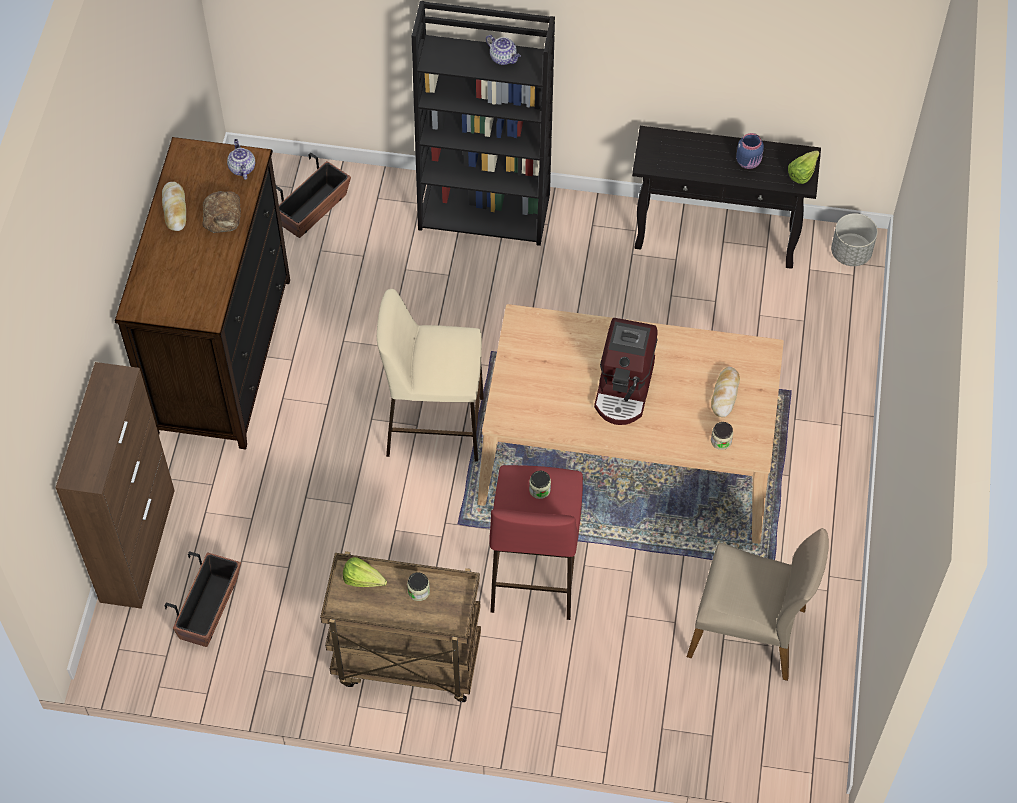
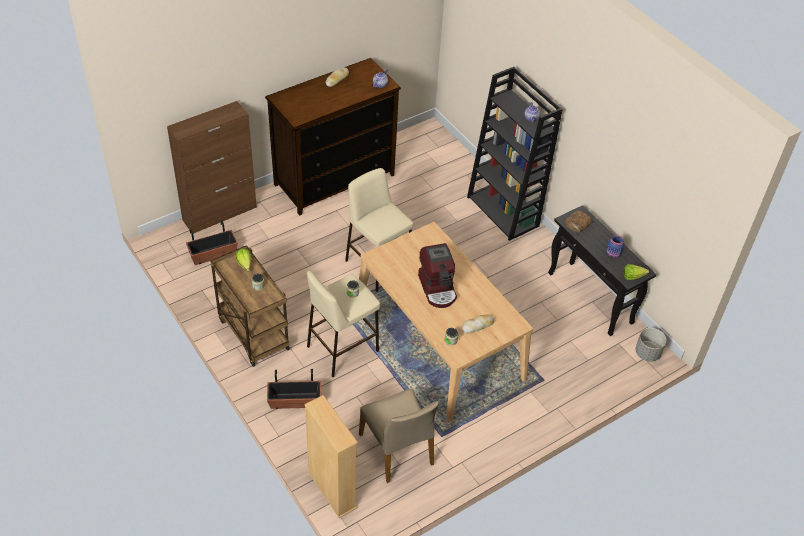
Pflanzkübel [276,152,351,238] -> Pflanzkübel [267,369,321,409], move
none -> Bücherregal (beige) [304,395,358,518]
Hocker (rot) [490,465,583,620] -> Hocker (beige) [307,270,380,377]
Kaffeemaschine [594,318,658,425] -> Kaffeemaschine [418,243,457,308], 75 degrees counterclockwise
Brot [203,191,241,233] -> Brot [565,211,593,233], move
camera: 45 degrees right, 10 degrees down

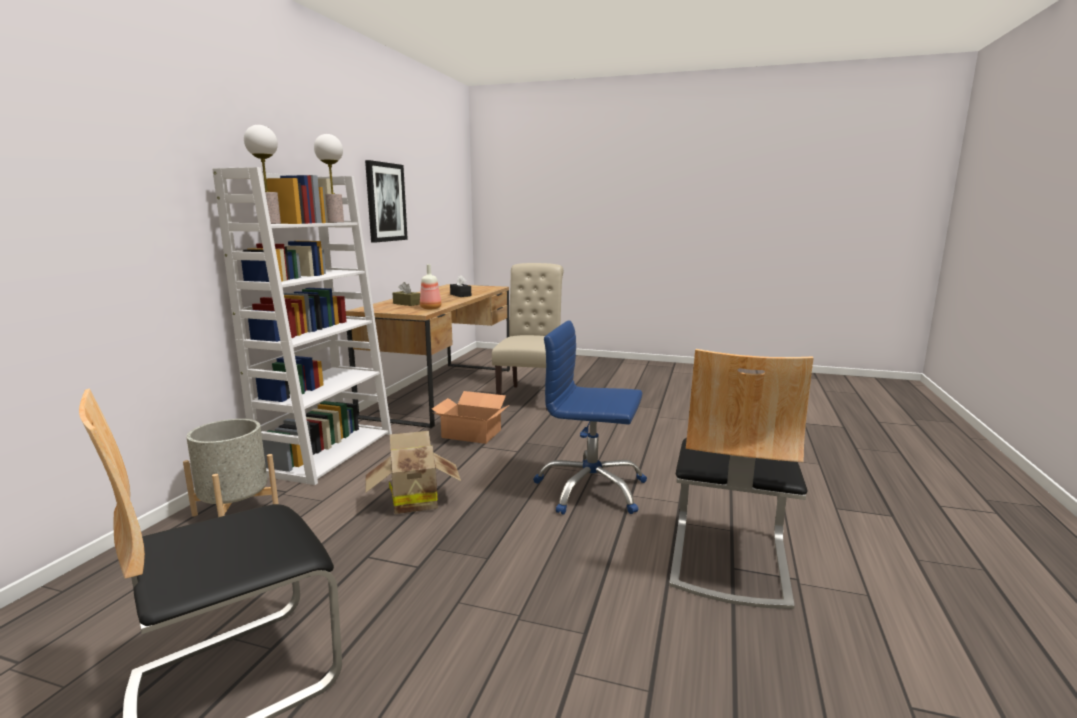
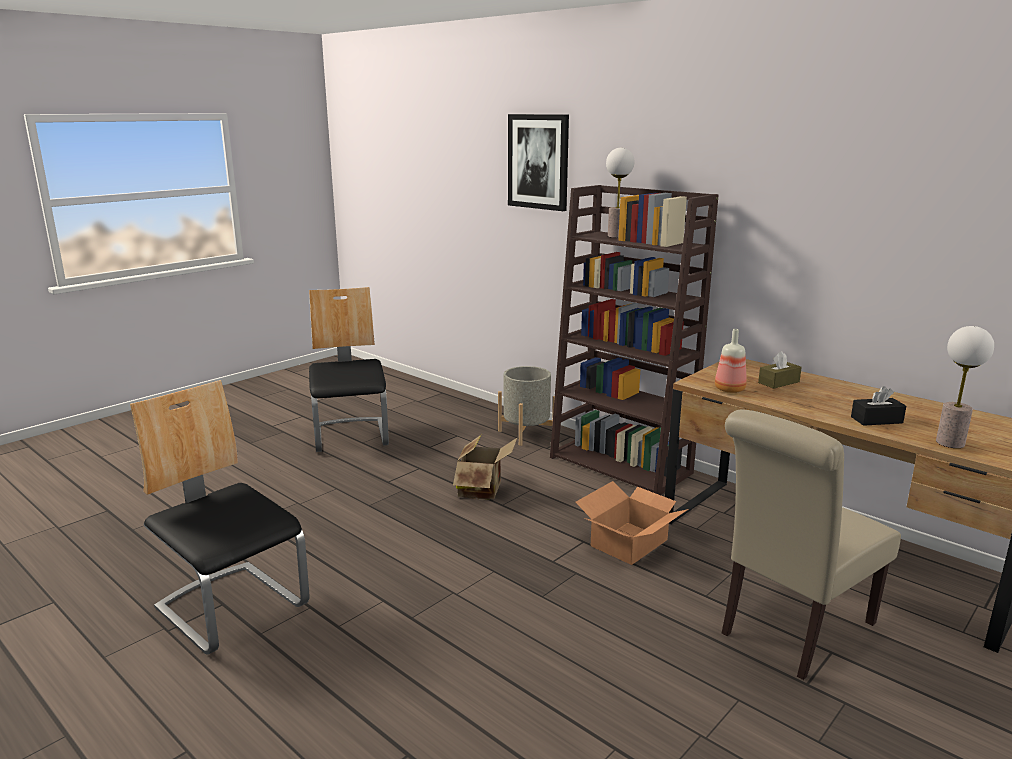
Bild [365,160,408,243] -> Bild [508,114,569,211], move
Bücherregal (weiß) [212,167,392,485] -> Bücherregal (braun) [550,185,719,495]
Stuhl (beige) [492,263,563,411] -> Stuhl (beige) [722,409,901,680], 105 degrees clockwise
Tischlampe [314,134,344,223] -> Tischlampe [936,326,994,448], move
Bürostuhl (blau) [534,321,647,515] -> none
camera: 115 degrees right, 5 degrees up

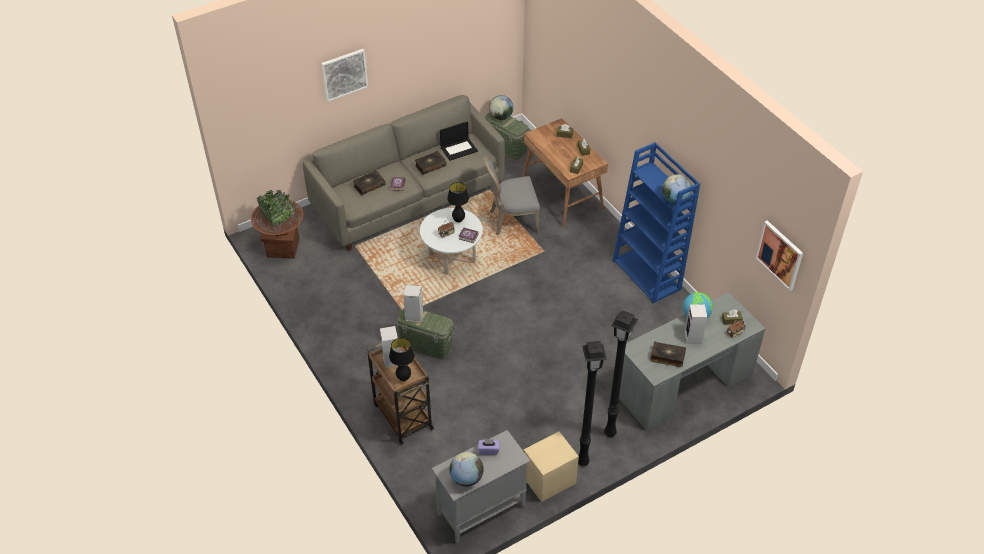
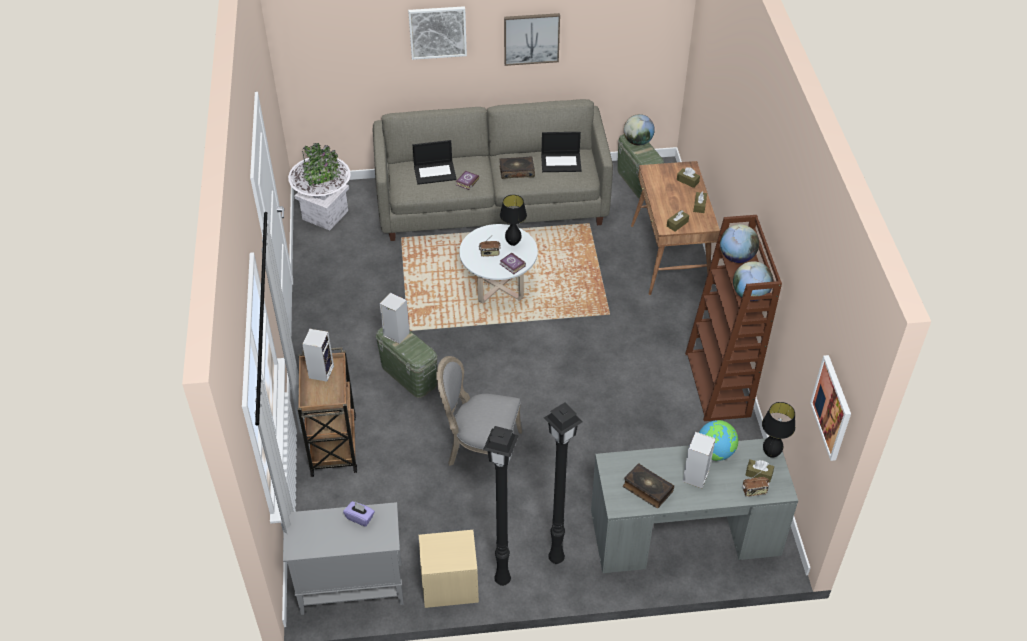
Pflanzkübel (braun) [251,190,303,259] -> Pflanzkübel (weiß) [288,143,351,231]
Buch [353,170,386,195] -> Laptop [413,140,457,185]
Stuhl (grau) [484,156,540,236] -> Stuhl (grau) [436,356,522,481], move
none -> Bild [504,13,560,66]
Bücherregal (blau) [613,142,700,304] -> Bücherregal (braun) [685,215,782,421]
Globus [450,452,484,487] -> Globus [720,224,759,263], move
Tischlampe (schwarz) [389,338,415,381] -> Tischlampe (schwarz) [762,402,795,458], move
camera: 25 degrees right, 0 degrees up

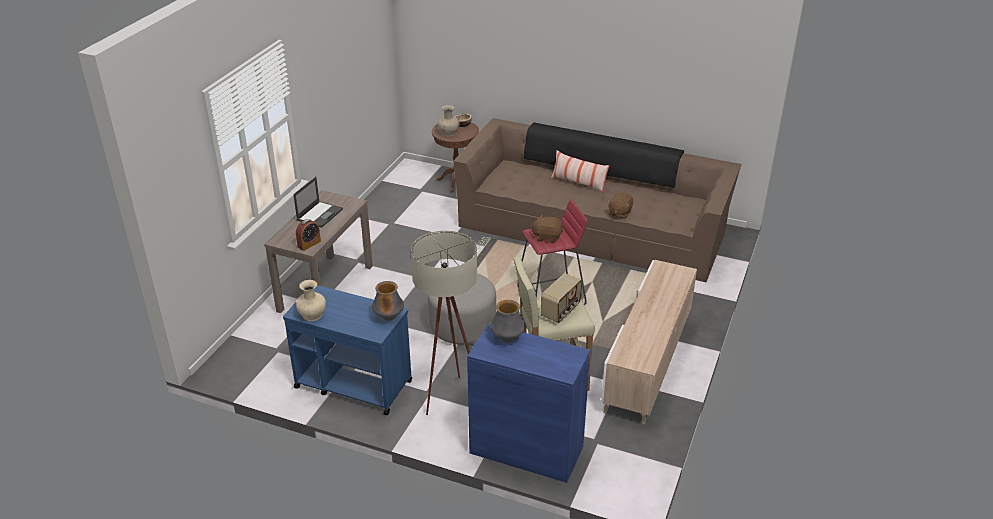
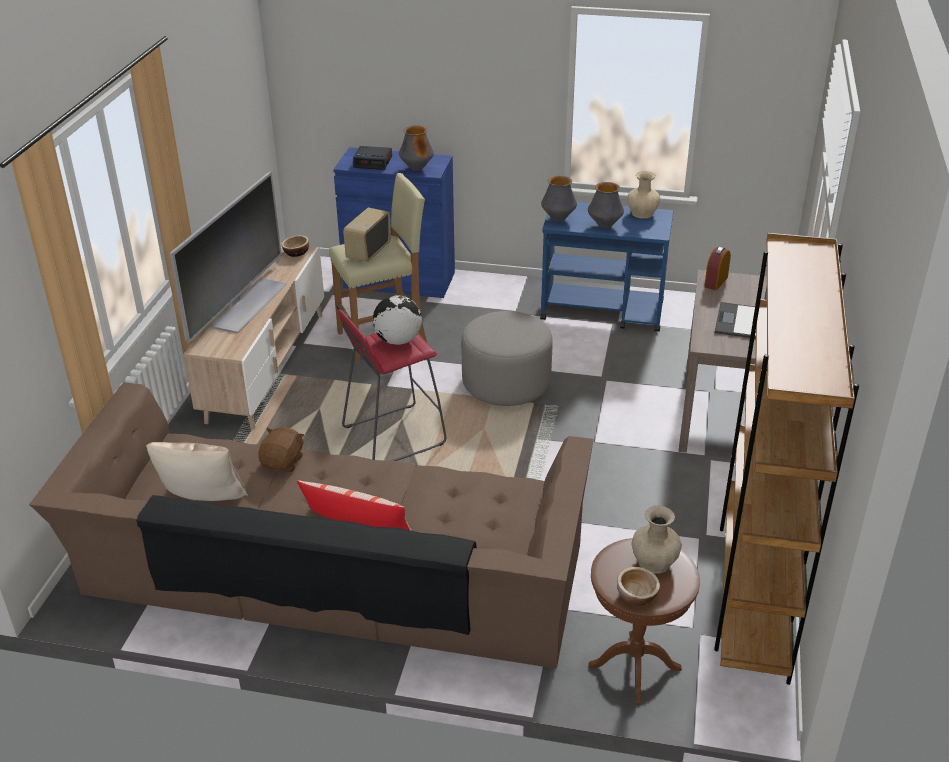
none -> Kissen (beige) [146,442,248,501]
none -> Fernseher [170,171,287,343]
none -> Schüssel [281,235,309,257]
none -> Wecker [353,146,392,170]
Plüschtier (braun) [530,215,563,243] -> Globus [373,295,422,345]
none -> Vase [588,182,624,229]
none -> Bücherregal (braun) [714,233,859,685]
Stehlampe (beige) [411,231,477,415] -> none
camera: 170 degrees right, 0 degrees up

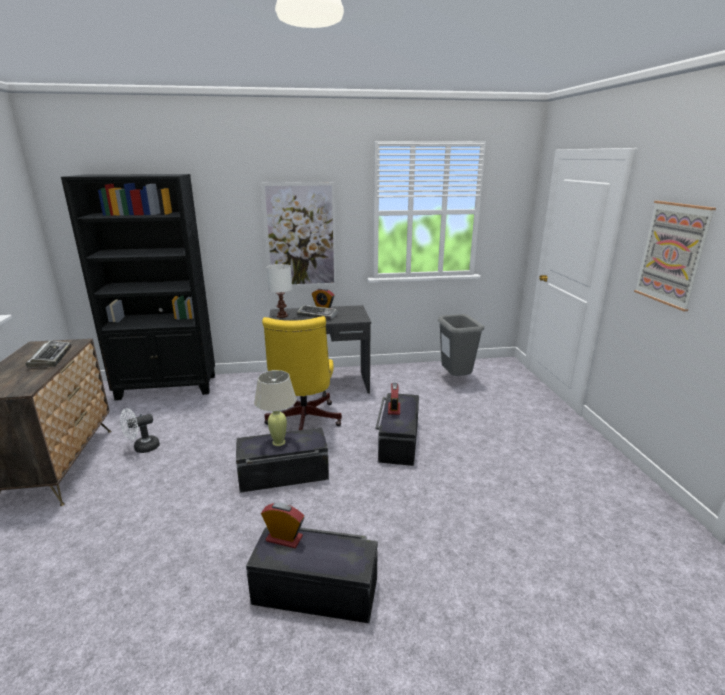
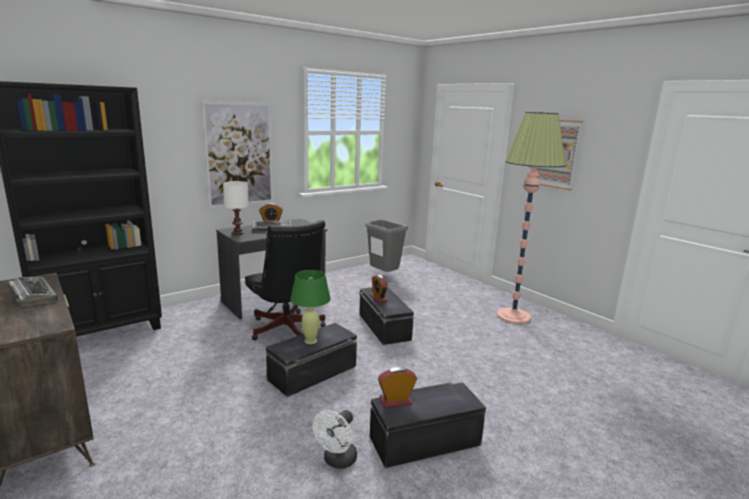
Bürostuhl (gelb) [262,316,342,430] -> Bürostuhl (schwarz) [245,220,326,340]
Tischlampe (beige) [254,370,297,446] -> Tischlampe (grün) [290,270,331,344]
Ventilator (weiß) [120,408,160,453] -> Ventilator (weiß) [313,410,357,469], move
none -> Stehlampe [497,112,566,324]
camera: 30 degrees left, 5 degrees down

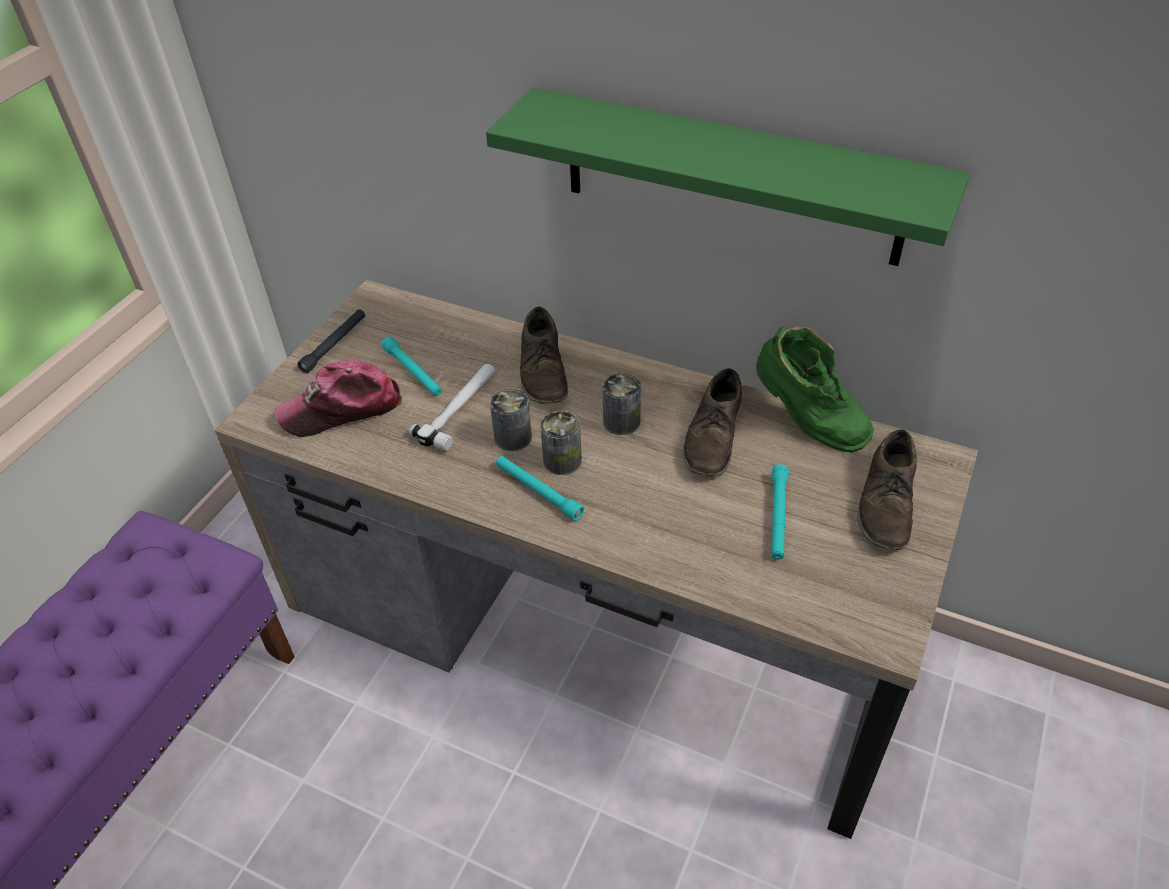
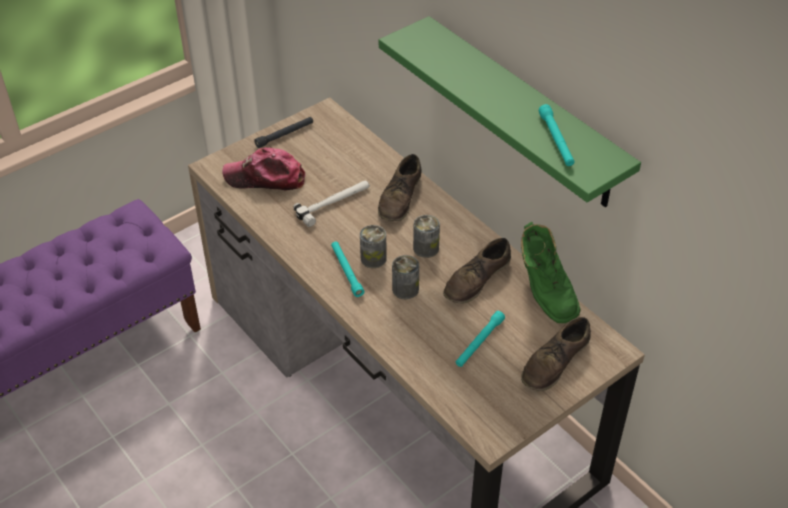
Dose [490,388,532,451] -> Dose [392,255,419,299], move
Taschenlampe (türkis) [381,337,442,396] -> Taschenlampe (türkis) [539,104,575,166], move
camera: 25 degrees right, 0 degrees up

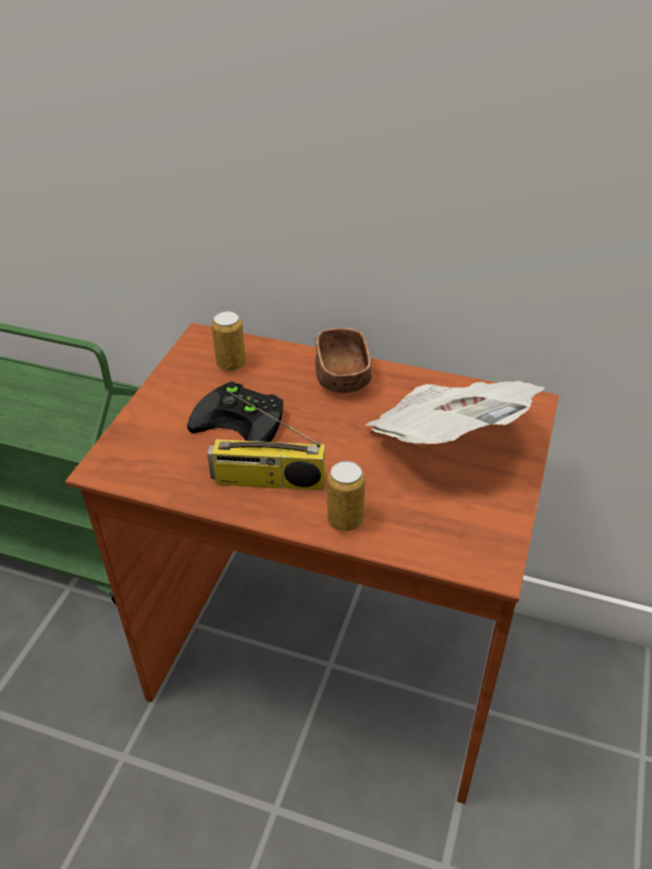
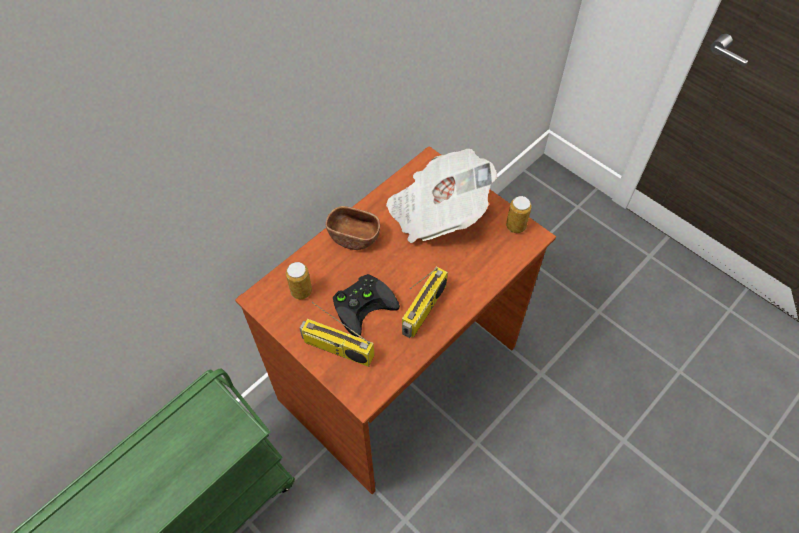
none -> Radio [300,302,374,367]
Dose [327,461,365,531] -> Dose [506,196,532,233], move
camera: 65 degrees left, 15 degrees up

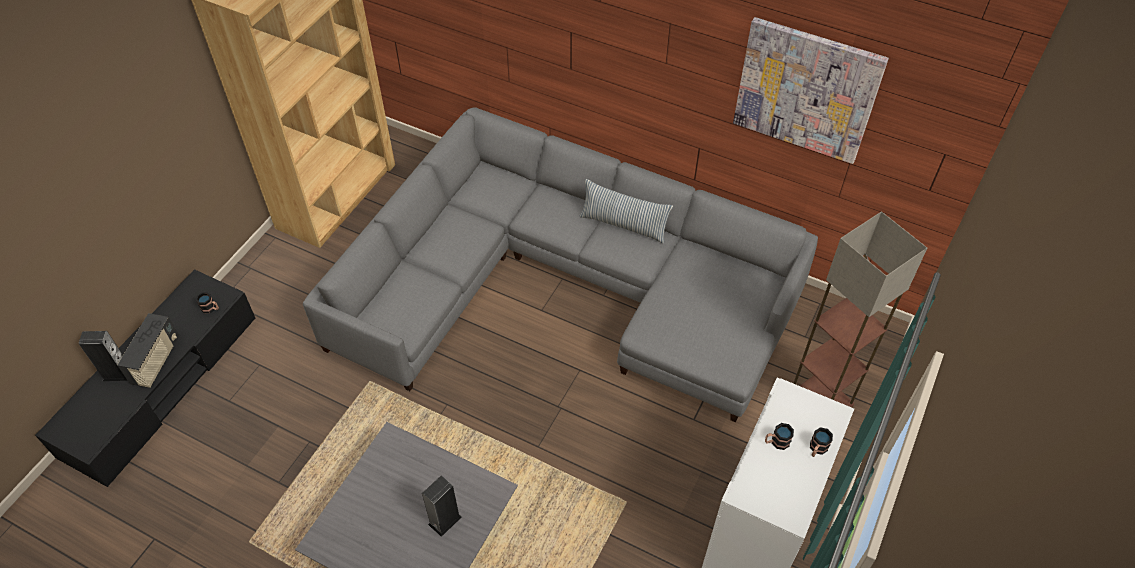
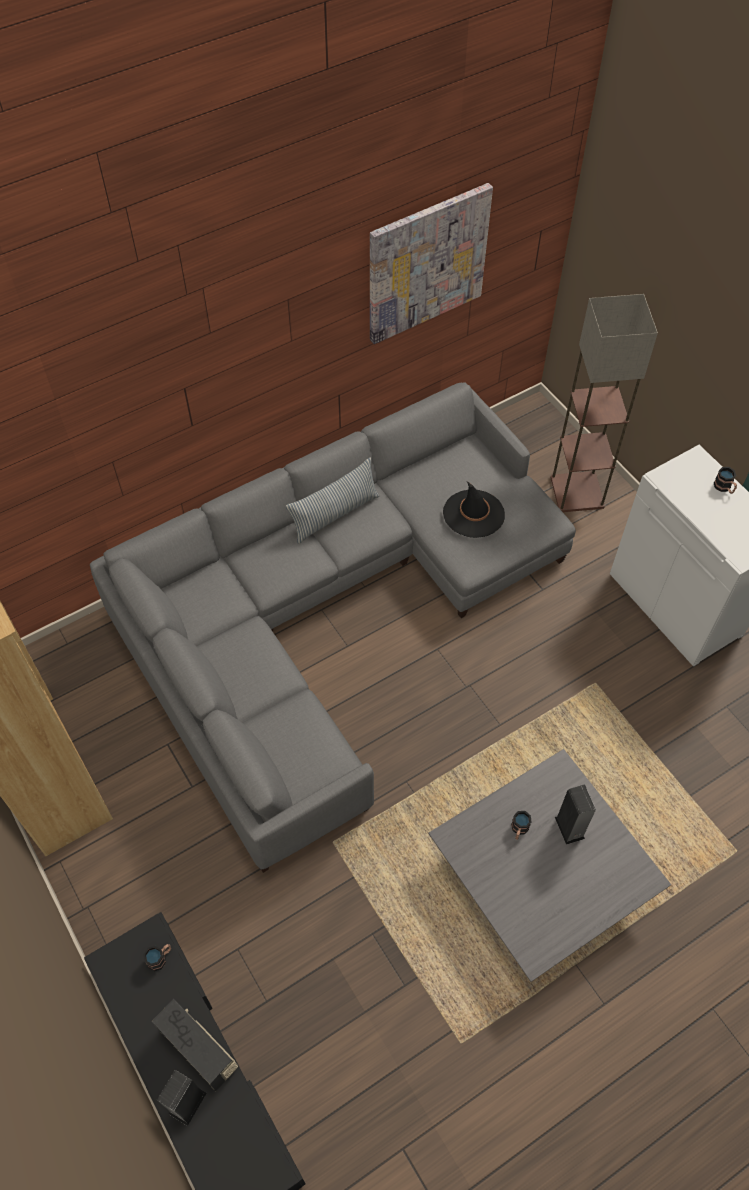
none -> Hut (schwarz) [443,481,505,538]
Henkelbecher [765,423,794,450] -> Henkelbecher [511,811,532,840], move
camera: 60 degrees left, 5 degrees up

